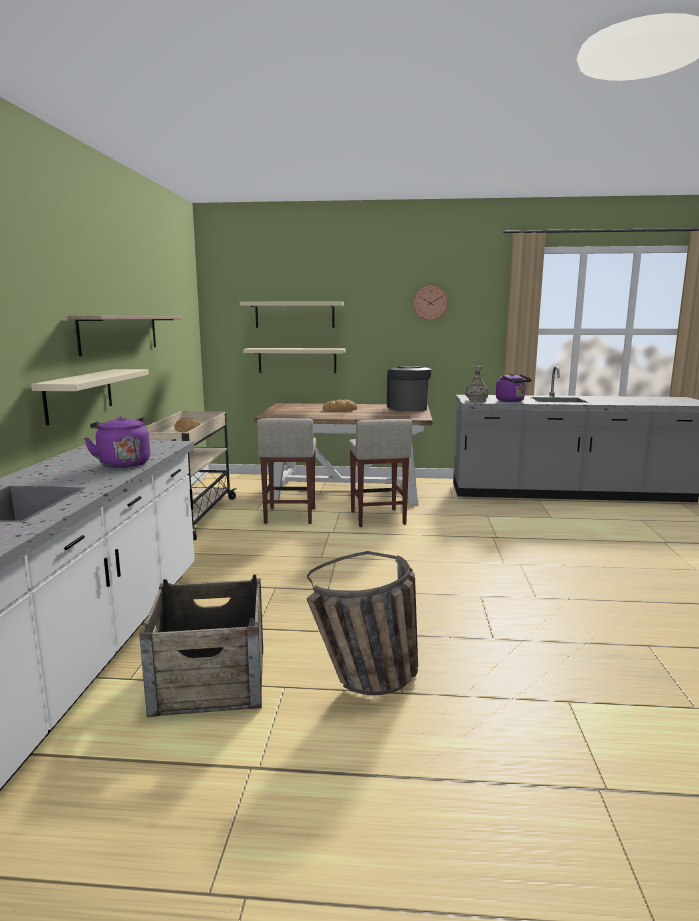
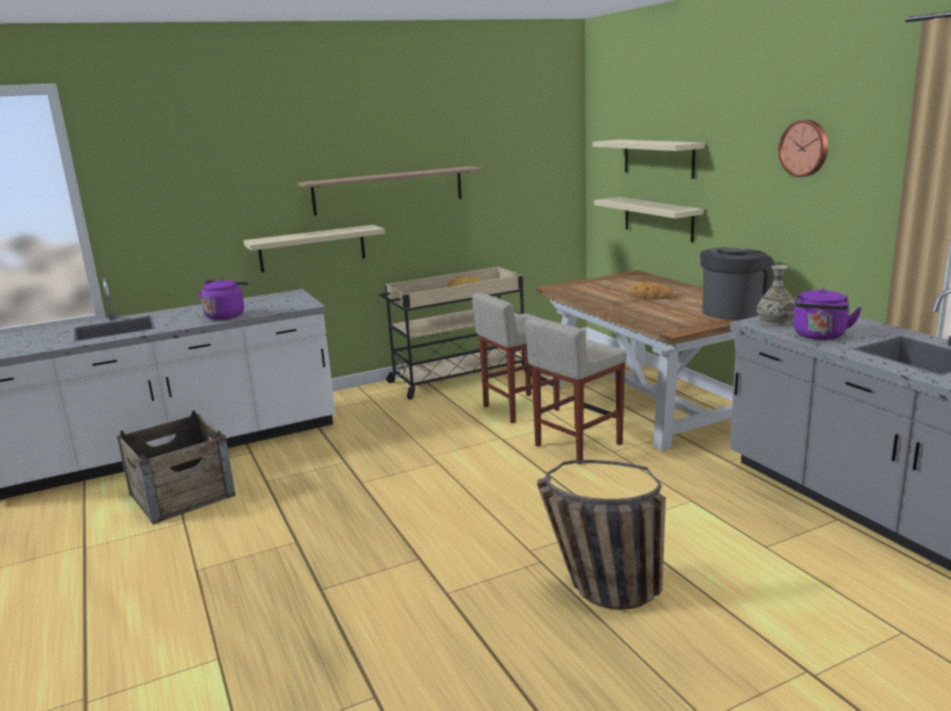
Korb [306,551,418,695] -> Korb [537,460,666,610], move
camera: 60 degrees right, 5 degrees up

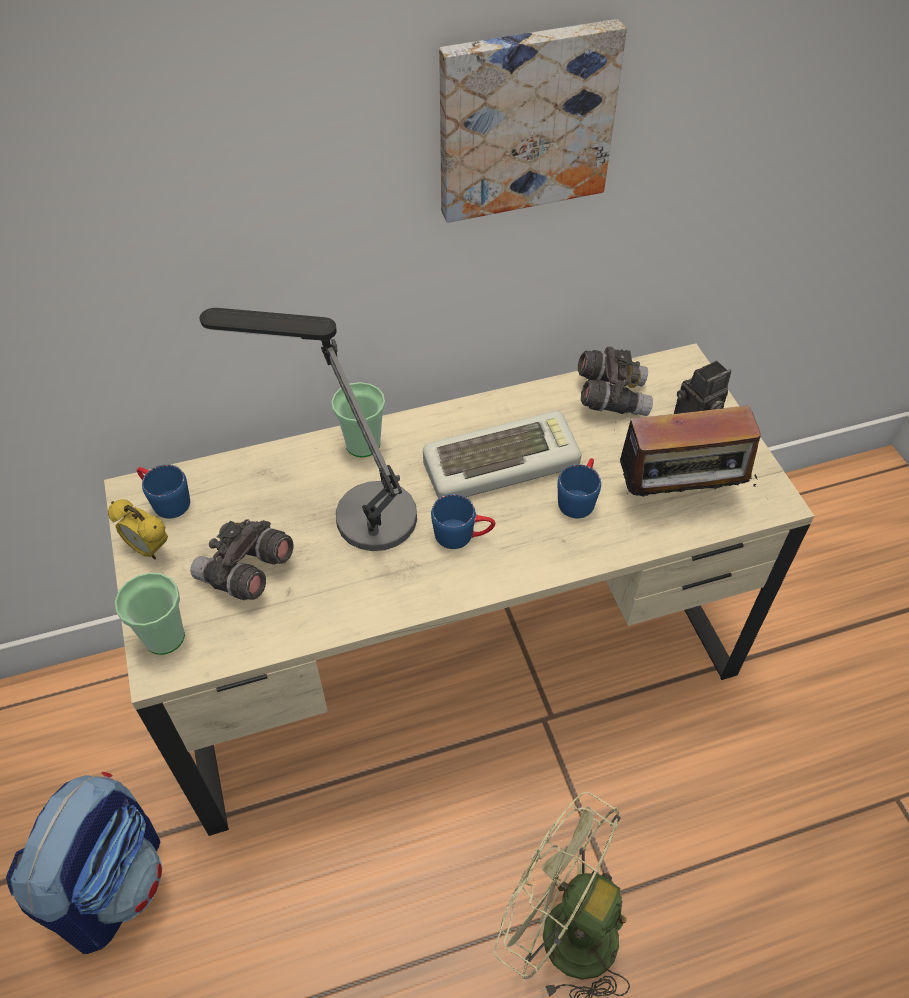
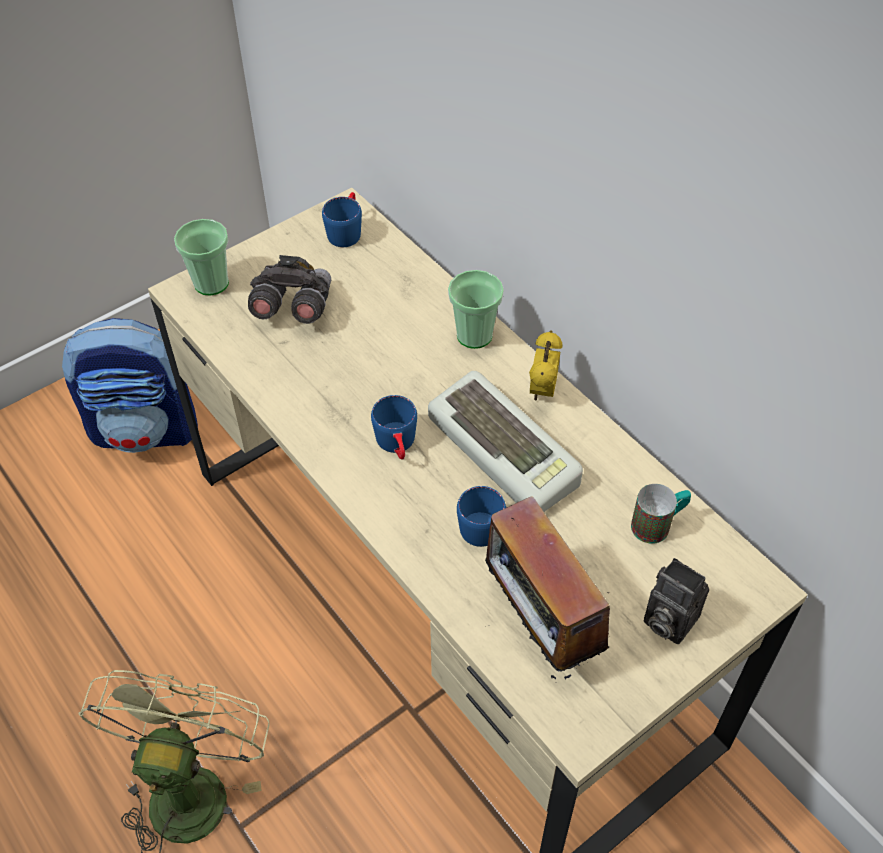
Wecker [108,499,168,559] -> Wecker [529,331,562,401], move
Fernglas (grau) [578,347,653,416] -> Henkelbecher [631,484,691,544]
Tischlampe [199,308,417,551] -> none
Bild [439,19,627,223] -> none
camera: 70 degrees right, 0 degrees up

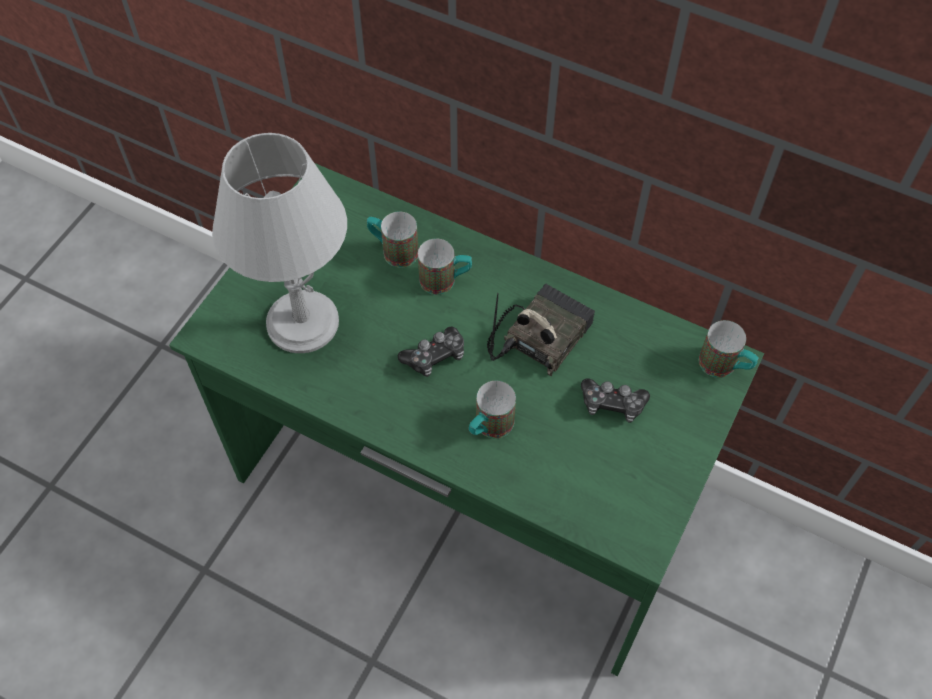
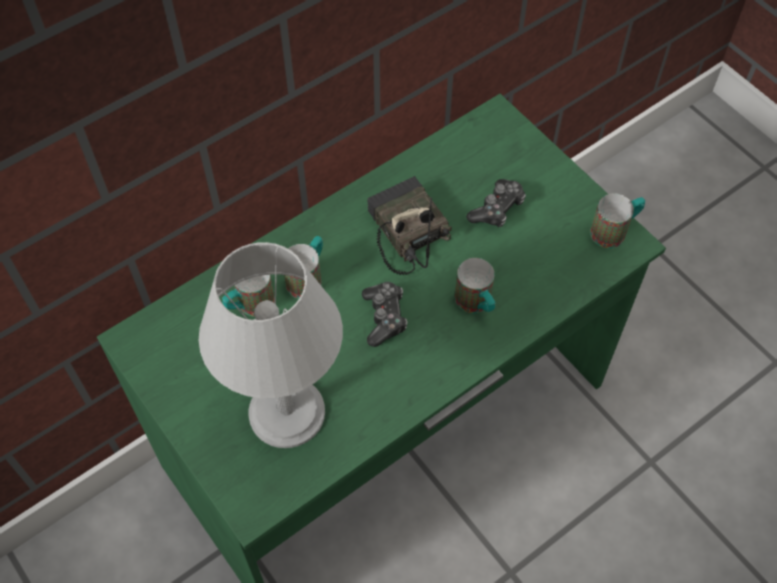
Henkelbecher [699,320,759,378] -> Henkelbecher [590,193,645,248], move
camera: 65 degrees left, 0 degrees up

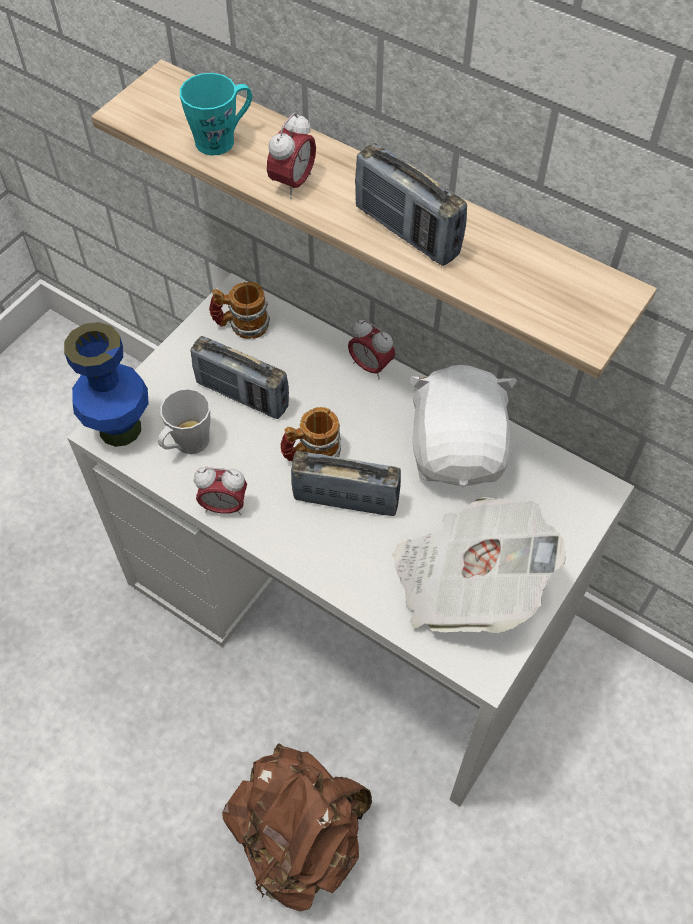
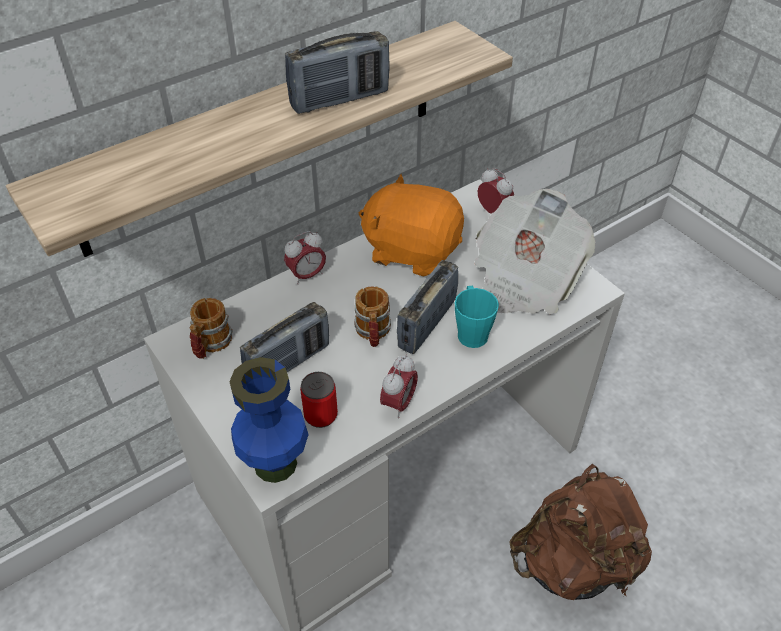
Henkelbecher (grau) [158,388,210,454] -> Dose [300,372,338,428]
Plüschtier (weiß) [409,365,517,487] -> Plüschtier (orange) [359,174,464,277]
Henkelbecher (türkis) [180,73,252,156] -> Henkelbecher (türkis) [455,286,499,348], move
Wecker [267,112,316,199] -> Wecker [478,168,514,214], move
camera: 70 degrees left, 10 degrees down

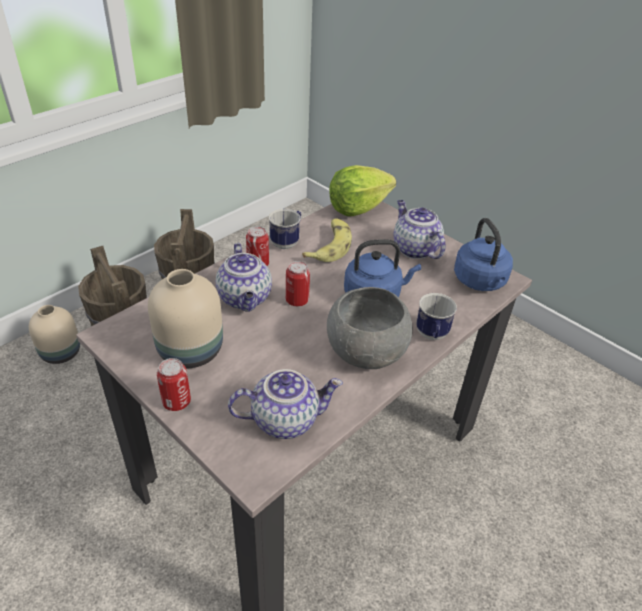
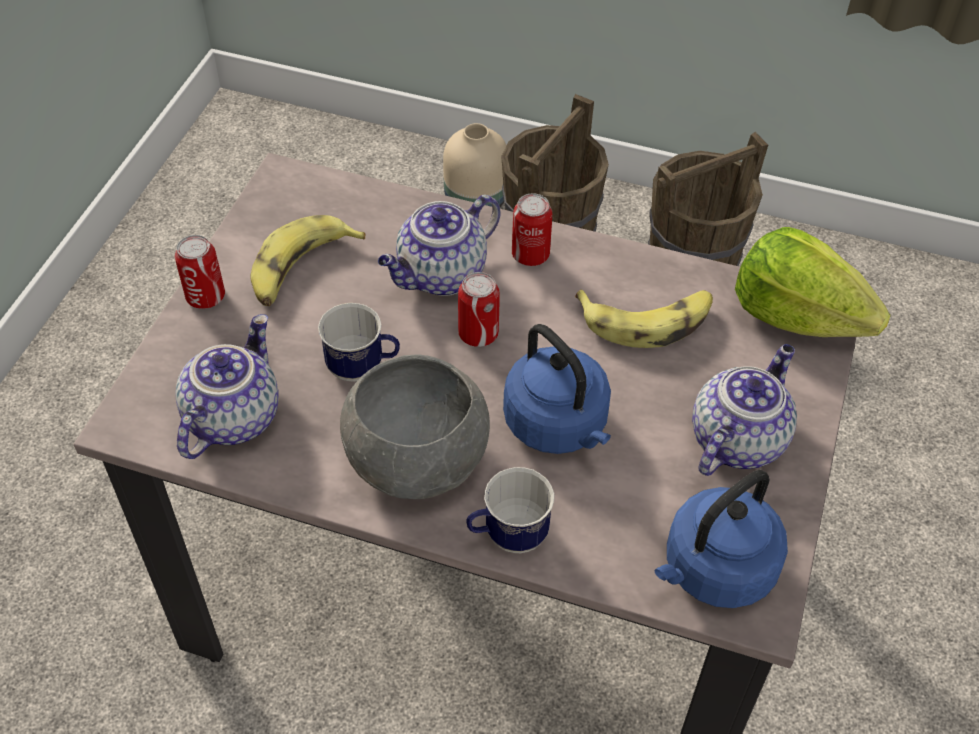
Teekanne [228,369,343,439] -> Teekanne [176,314,279,459], 120 degrees counterclockwise
Vase (beige) [148,269,223,368] -> Banane [250,215,366,306]
Henkelbecher [269,209,301,249] -> Henkelbecher [318,303,400,382], move
camera: 65 degrees right, 10 degrees up

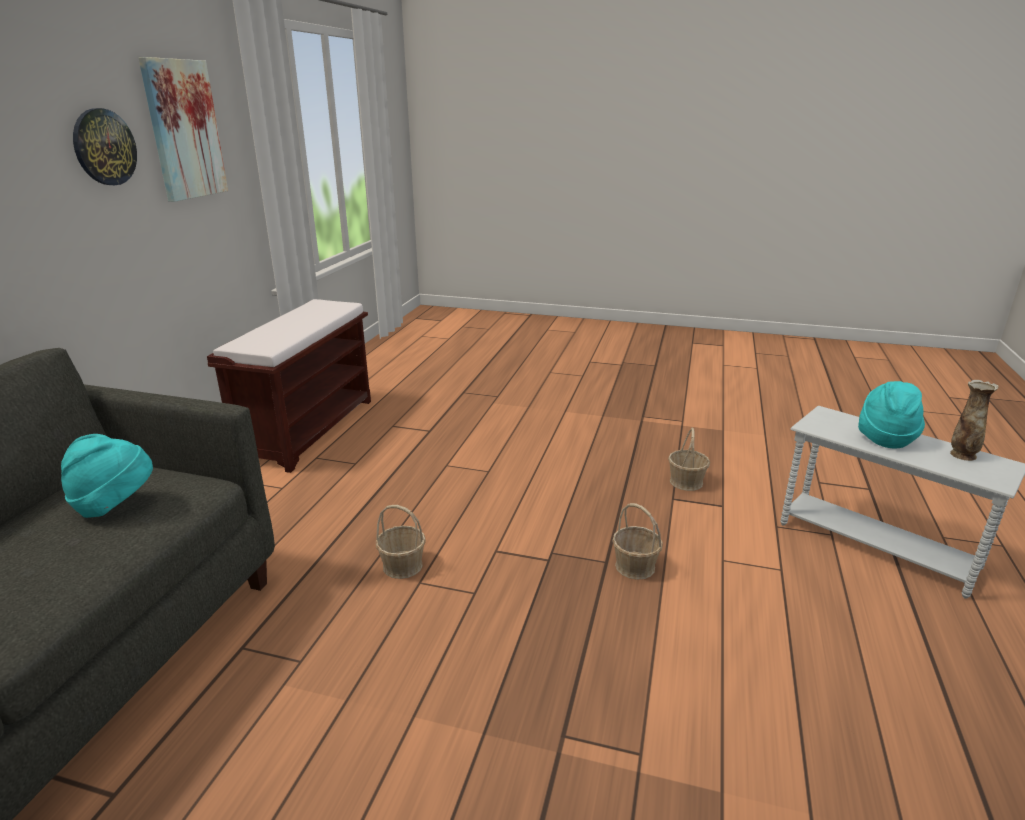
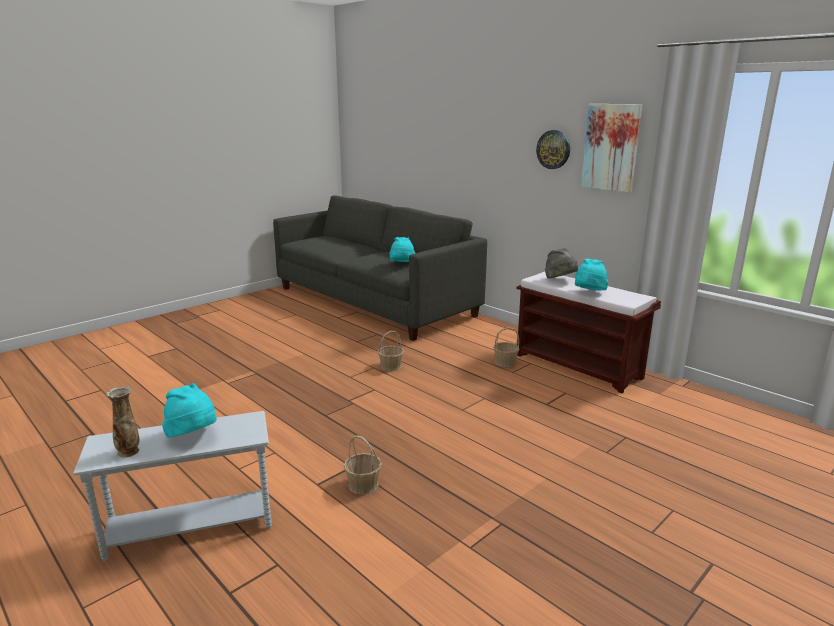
Korb [612,503,663,580] -> Korb [493,327,519,367], move
none -> Hut (grau) [545,248,578,279]
none -> Hut (türkis) [575,259,608,290]
camera: 120 degrees right, 5 degrees down

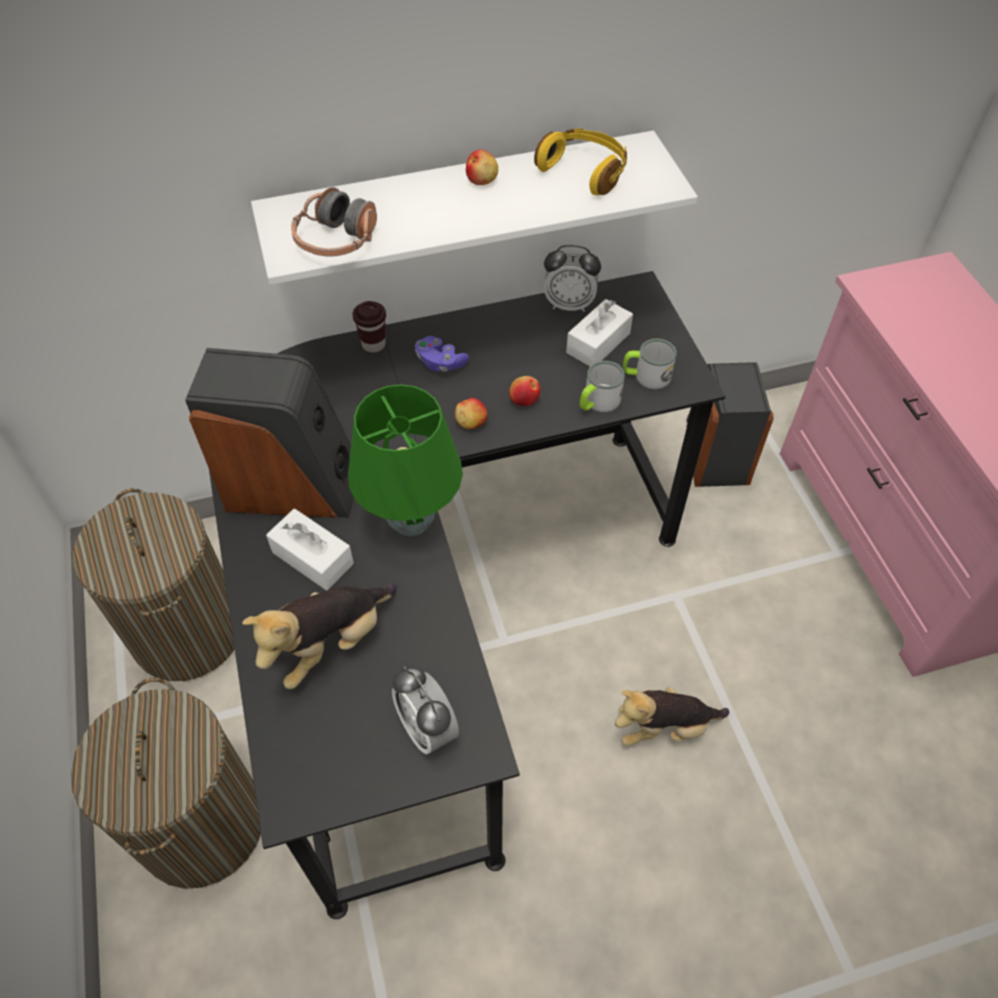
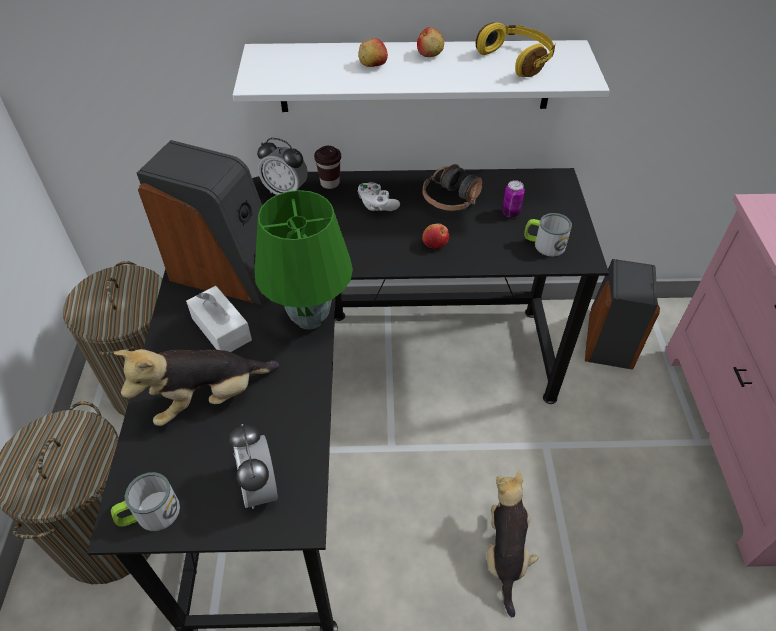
Henkelbecher [580,361,625,412] -> Henkelbecher [111,472,180,531], move
Wecker [544,245,601,312] -> Wecker [257,138,308,195], move
Gamepad (lila) [415,336,469,372] -> Gamepad (weiß) [357,182,400,211]
Apfel [455,398,488,429] -> Apfel [358,38,388,67], move
Kopfhörer [291,187,377,256] -> Kopfhörer [423,164,482,211], move
Plüschtier [615,687,729,746] -> Plüschtier [487,471,538,617], 90 degrees clockwise
Taschentuchbox (weiß) [566,299,633,366] -> Dose [502,180,525,218]
camera: 15 degrees right, 5 degrees down

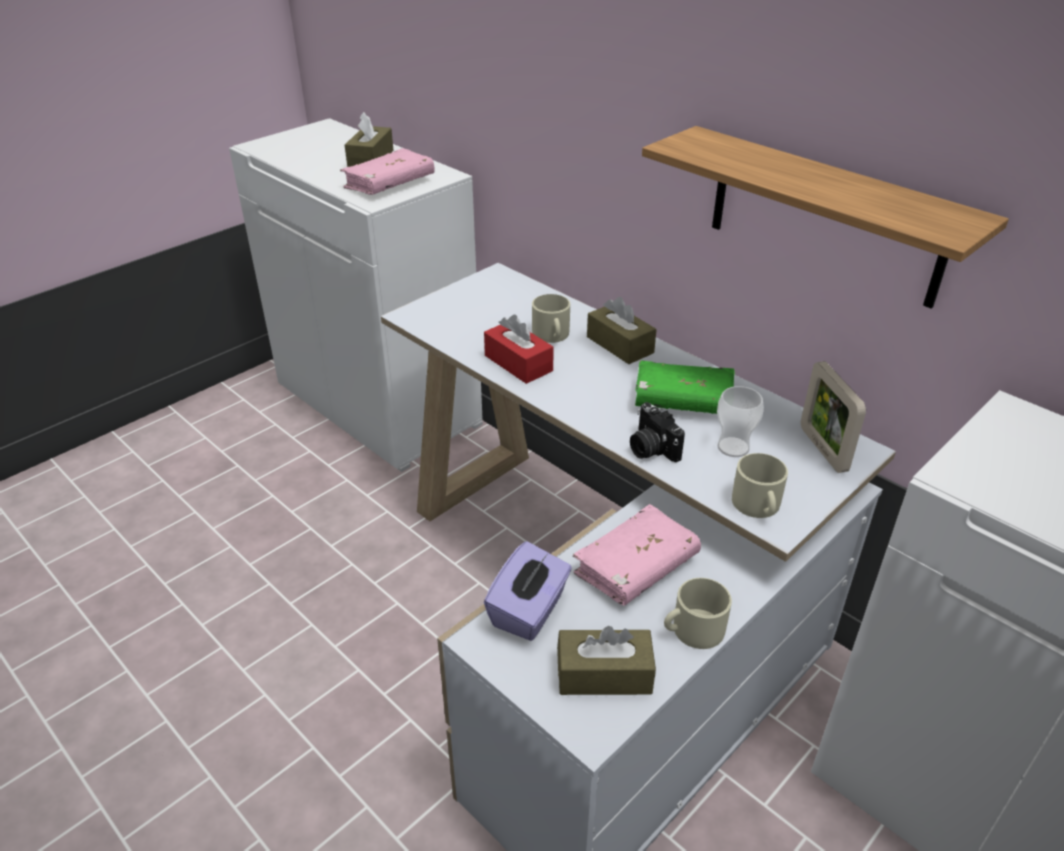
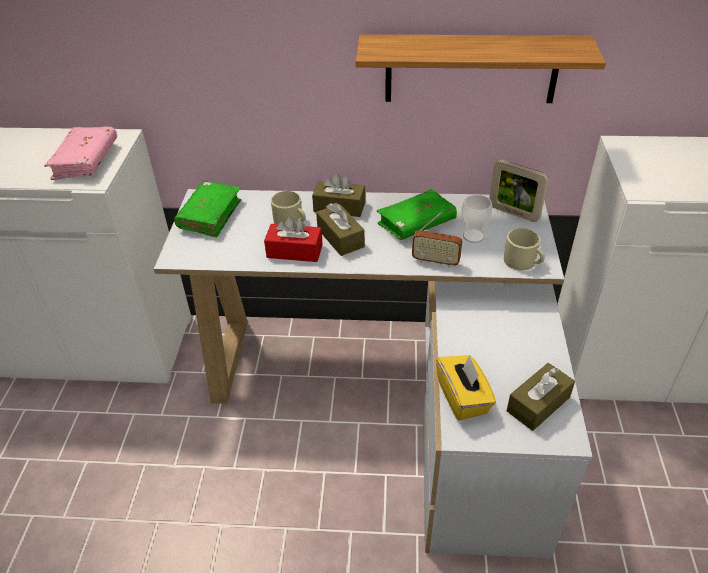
none -> Buch (grün) [174,181,241,237]
Taschentuchbox (braun) [345,112,394,167] -> Taschentuchbox (braun) [316,203,365,256], move
Kamera [630,402,685,462] -> Radio [412,212,462,268]
Taschentuchbox (lila) [484,541,572,641] -> Taschentuchbox (gelb) [436,355,496,420]
Buch (rosa) [573,504,701,605] -> none
Henkelbecher (beige) [664,578,732,649] -> none
camera: 40 degrees left, 5 degrees up

